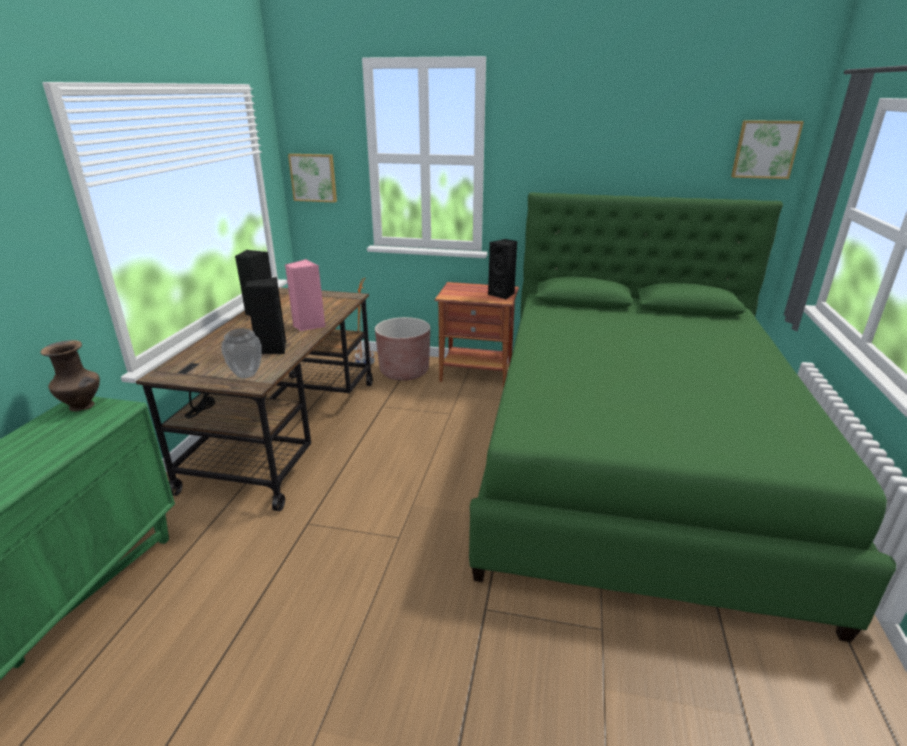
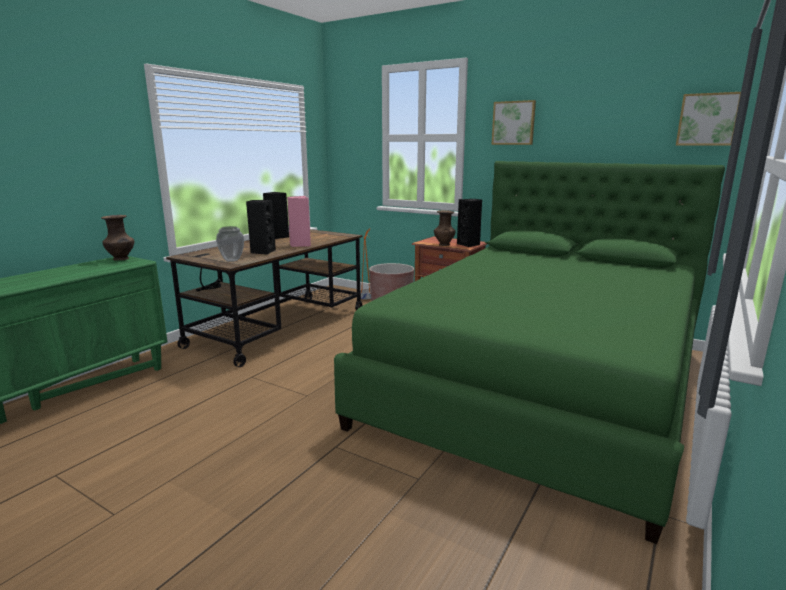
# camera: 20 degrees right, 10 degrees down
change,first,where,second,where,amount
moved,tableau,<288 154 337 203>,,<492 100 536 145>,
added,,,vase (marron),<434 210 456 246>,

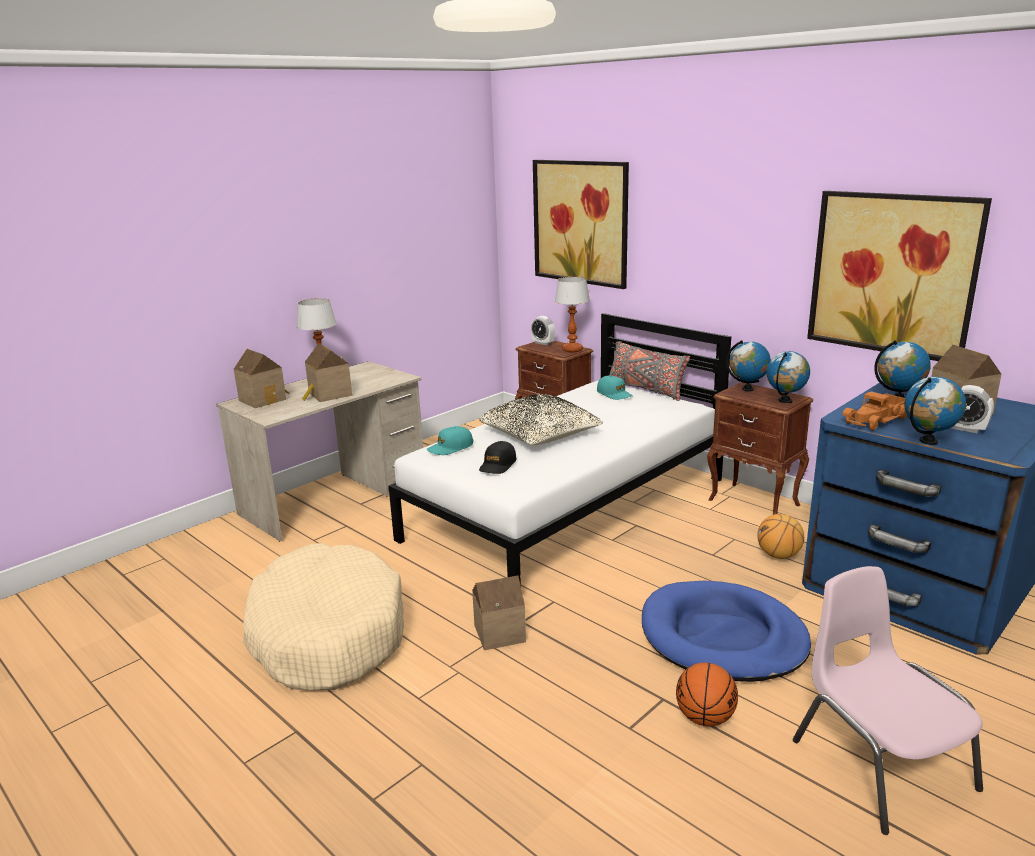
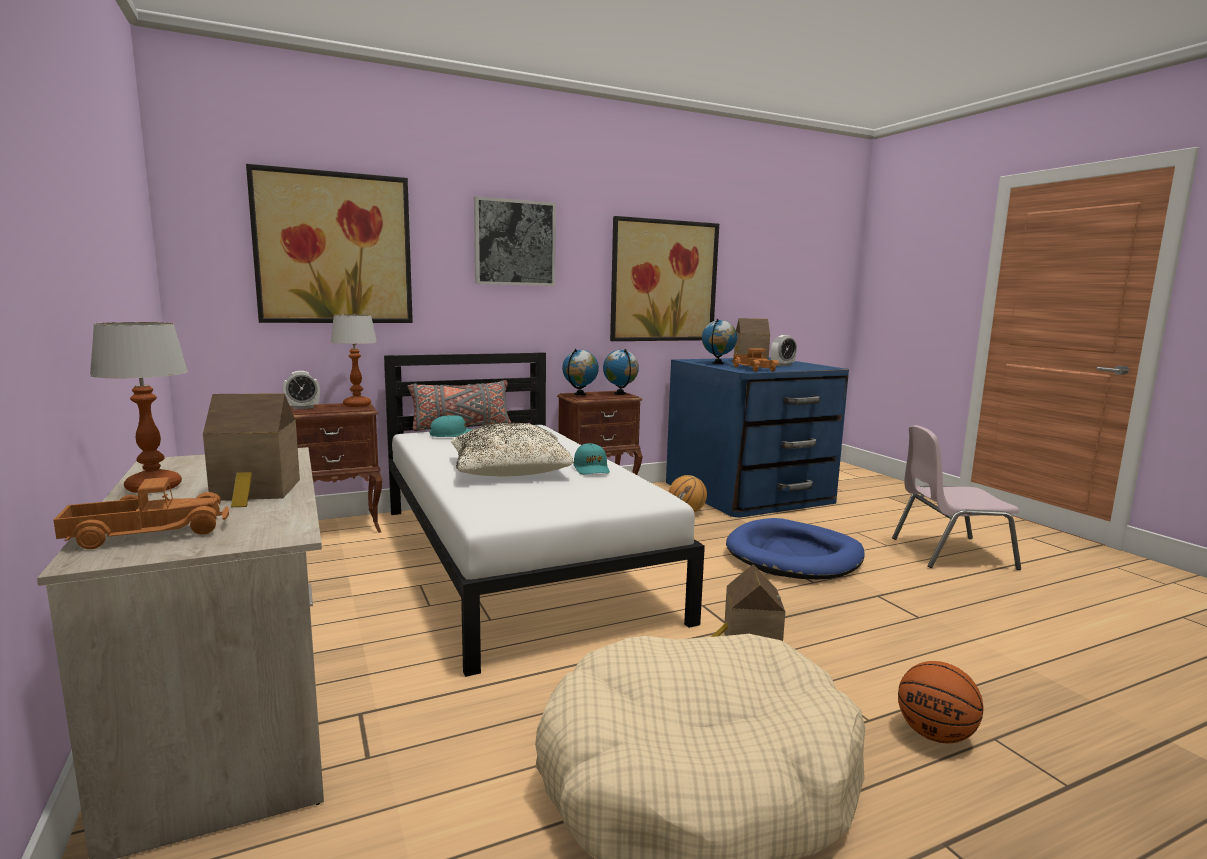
# camera: 70 degrees left, 10 degrees down
change,first,where,second,where,amount
replaced,maison miniature,<234 349 290 408>,camion jouet,<54 477 229 549>,
removed,globe,<904 377 966 445>,,,
moved,casquette (turquoise),<426 426 474 455>,,<573 443 610 474>,
removed,casquette (noir),<479 441 516 474>,,,
moved,ballon de basket,<676 663 738 726>,,<898 661 983 744>,
added,,,tableau,<474 196 556 286>,

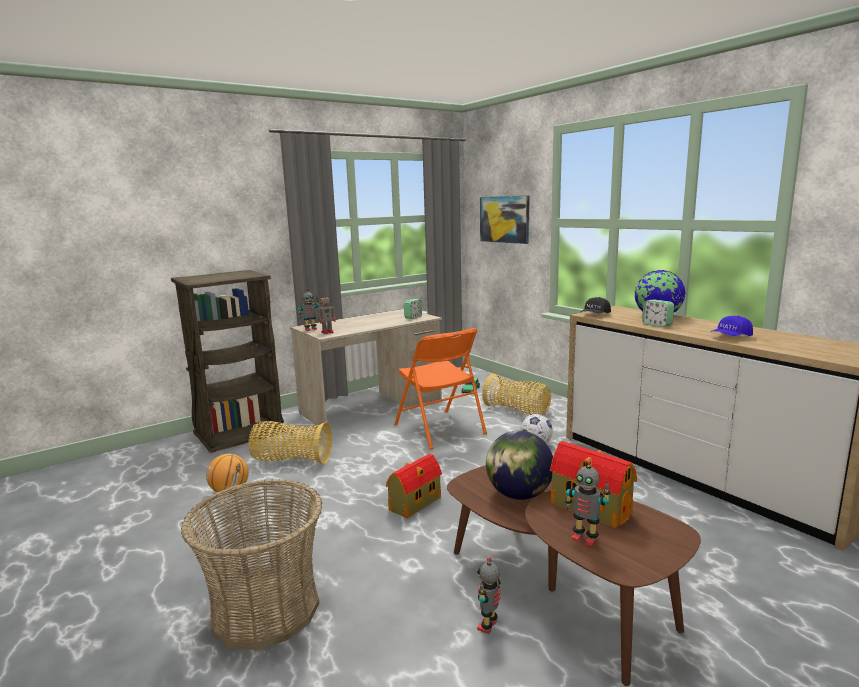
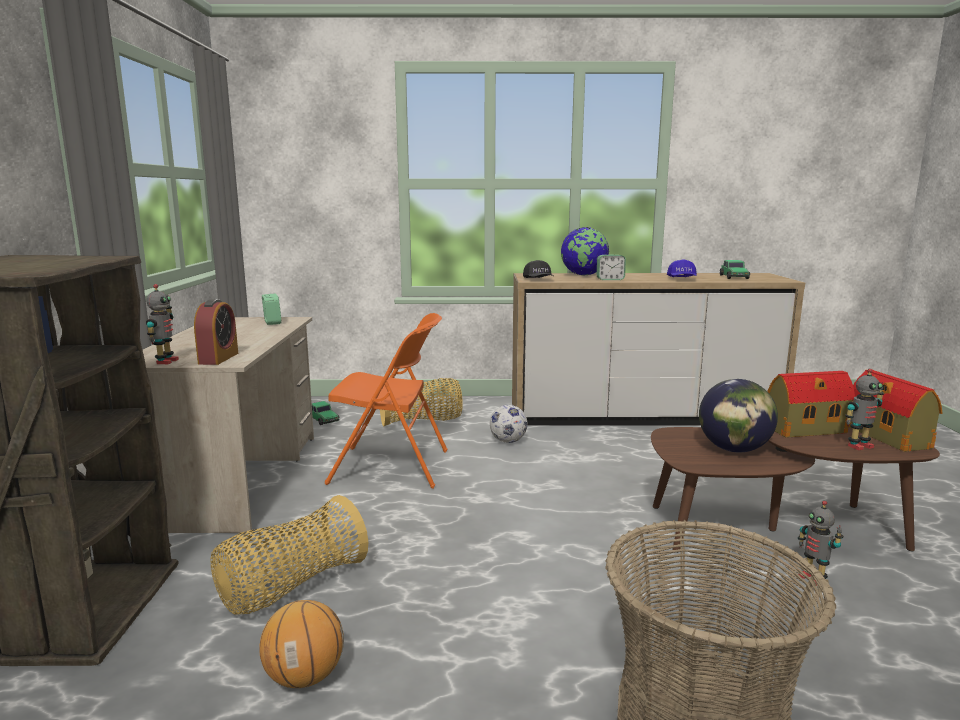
# camera: 55 degrees left, 0 degrees up
change,first,where,second,where,amount
removed,tableau,<480 195 529 244>,,,
replaced,robot jouet,<318 294 336 334>,réveil,<194 299 238 365>,
moved,maison miniature,<386 454 442 518>,,<849 370 943 452>,
added,,,petite voiture,<720 260 750 279>,

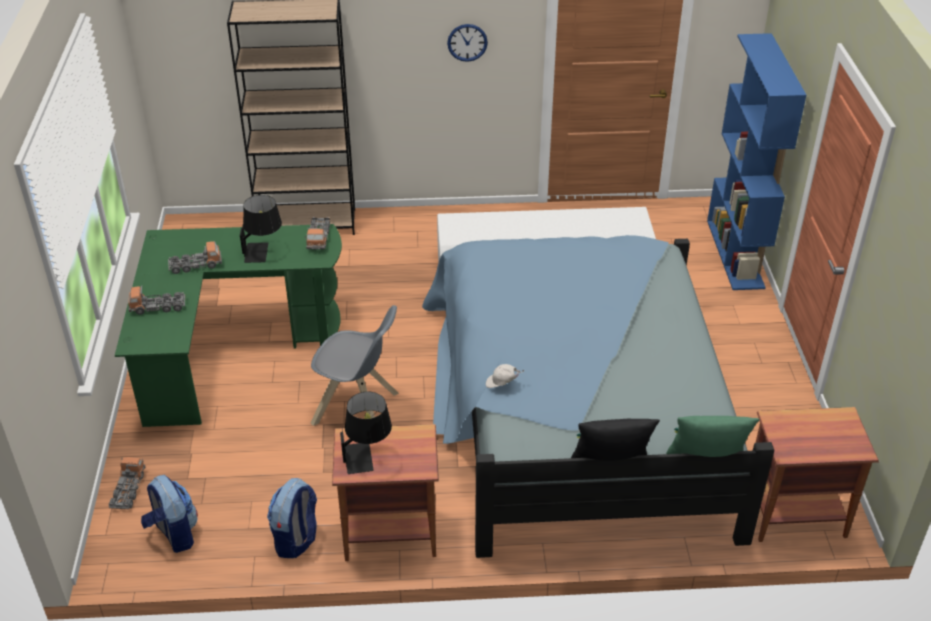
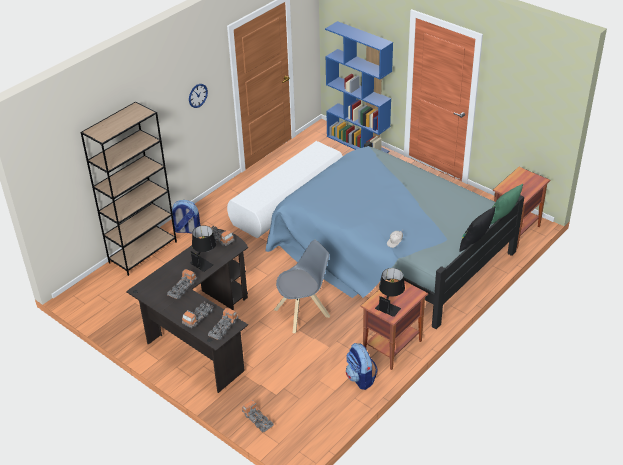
# camera: 45 degrees left, 0 degrees up
change,first,where,second,where,amount
recoloured,bureau (vert),<115 224 342 427>,bureau (noir),<126 229 248 393>,
moved,sac à dos,<141 475 198 553>,,<172 200 201 233>,
added,,,camion jouet,<208 308 238 340>,

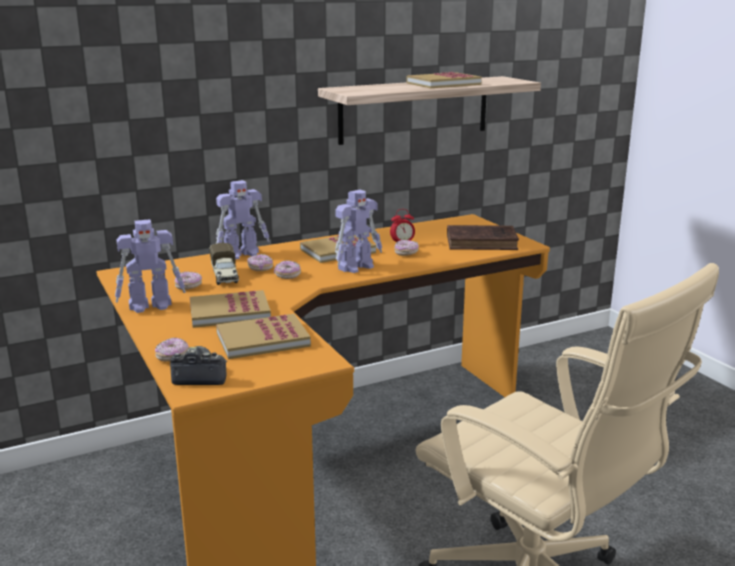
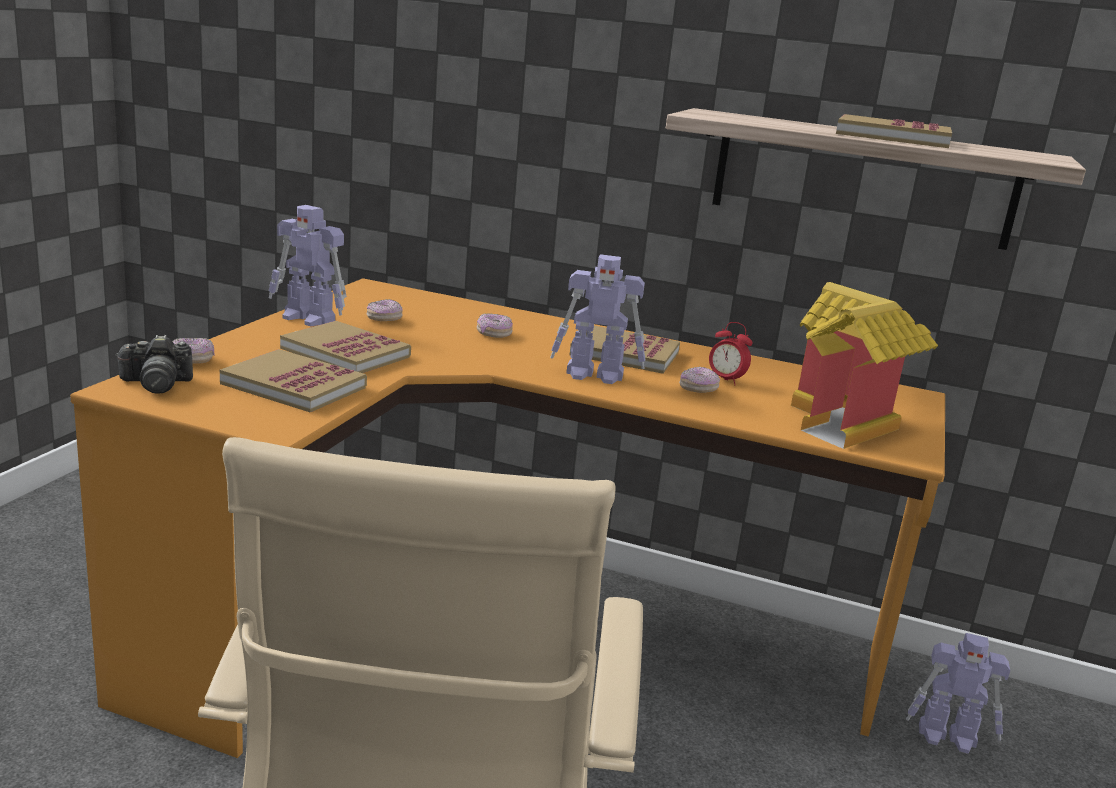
# camera: 45 degrees right, 0 degrees up
change,first,where,second,where,amount
moved,robot jouet,<216 180 270 260>,,<906 633 1010 754>,
replaced,livre (marron),<447 225 519 250>,maison miniature,<791 282 938 449>,
removed,camion jouet,<210 243 239 285>,,,
removed,beignet,<274 260 301 279>,,,
turned,appareil photo,<170 346 227 385>,,<115 335 193 394>,120 degrees clockwise

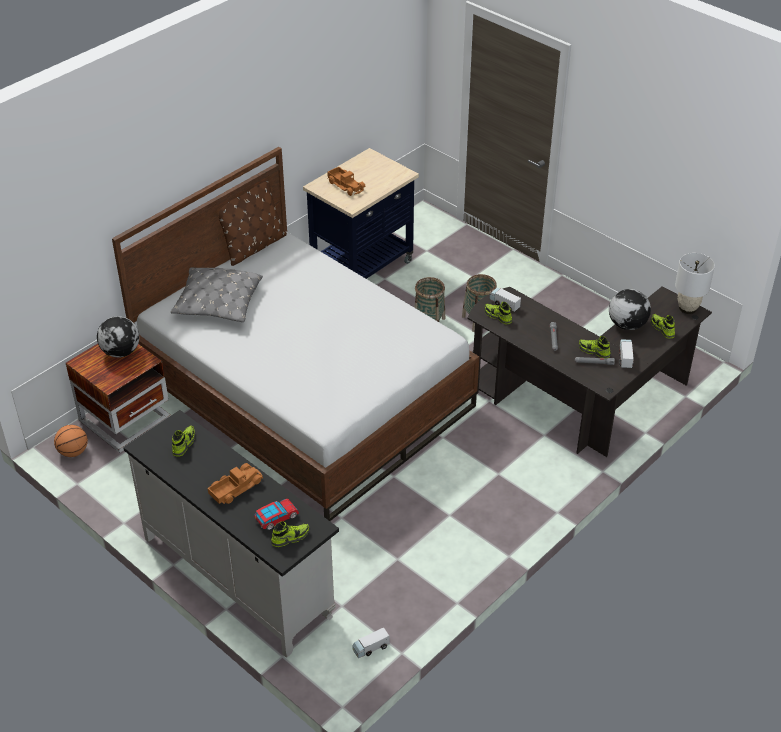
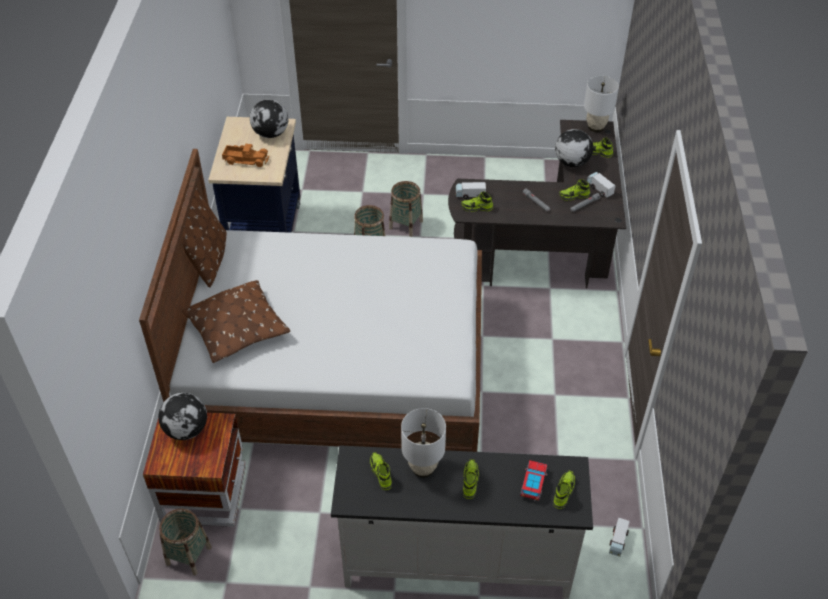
# camera: 40 degrees left, 5 degrees up
change,first,where,second,where,amount
recoloured,coussin (gris),<171 268 263 322>,coussin (marron),<182 280 290 363>,
replaced,ballon de basket,<54 425 88 457>,panier,<159 509 212 575>,
replaced,camion jouet,<208 463 263 504>,chaussure,<463 459 479 499>,
added,,,globe,<250 100 289 138>,
added,,,lampe de table (blanc),<401 408 446 478>,

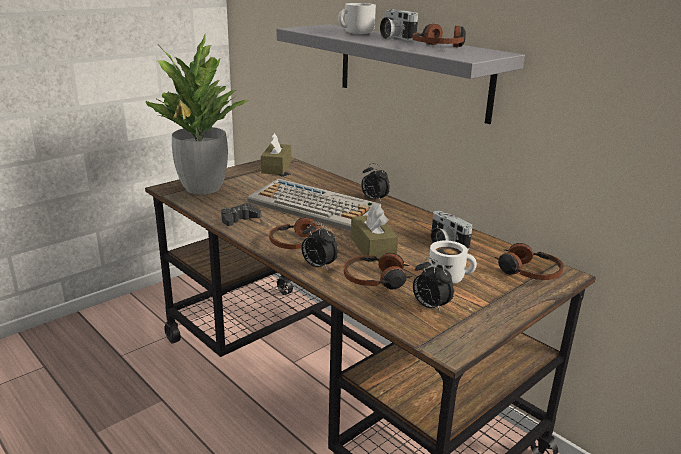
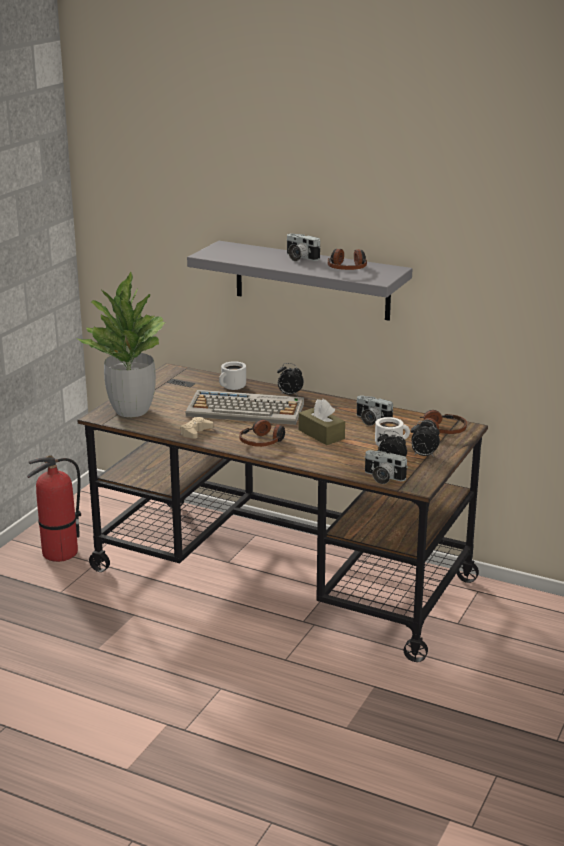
# camera: 20 degrees left, 0 degrees up
change,first,where,second,where,amount
moved,mug (blanc),<338 3 376 34>,,<219 361 246 390>,
removed,boîte à mouchoirs (marron),<261 133 291 175>,,,
recoloured,manette (noir),<221 204 261 226>,manette (beige),<181 417 213 439>,
moved,réveil,<301 222 338 271>,,<411 421 440 457>,
removed,casque audio,<344 253 412 289>,,,
added,,,appareil photo,<364 450 408 484>,
added,,,extincteur,<27 455 81 562>,

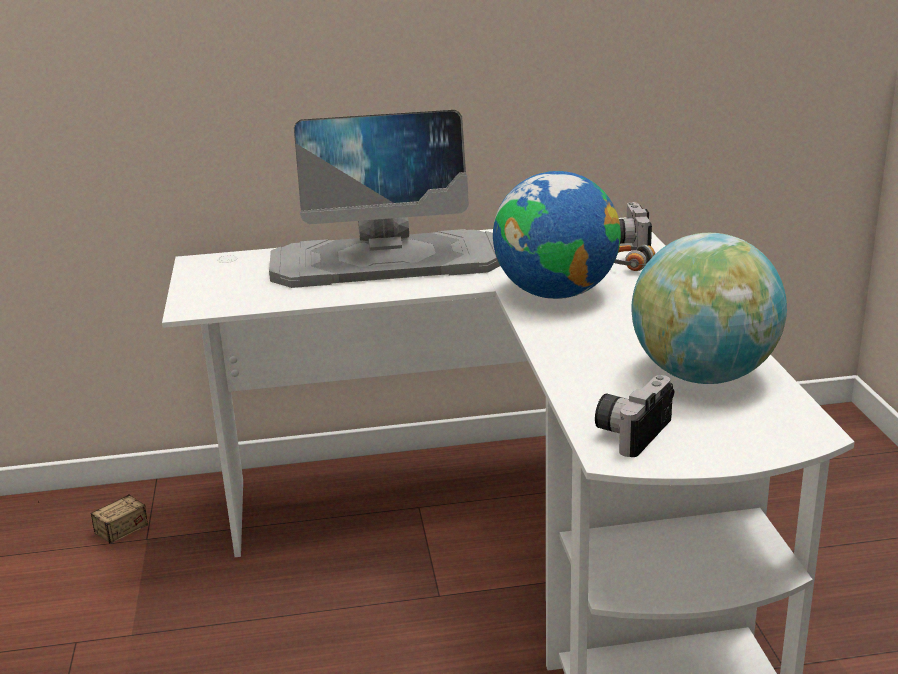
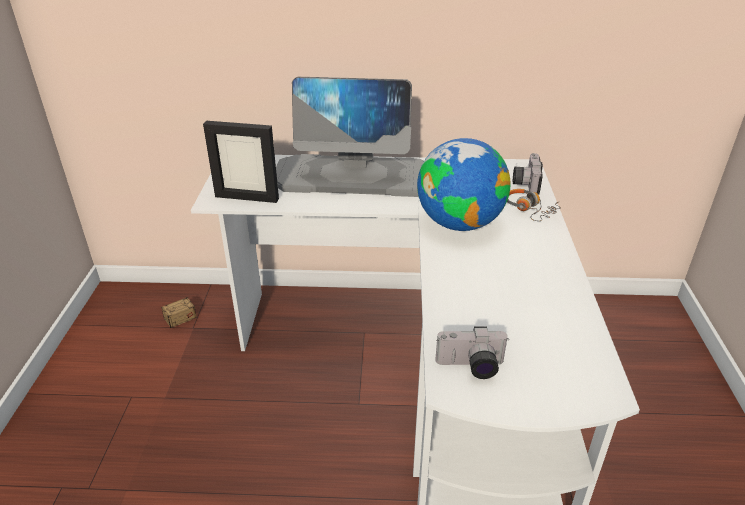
# camera: 10 degrees right, 10 degrees up
change,first,where,second,where,amount
removed,globe,<631 233 787 384>,,,
turned,appareil photo,<595 375 674 457>,,<435 326 508 379>,135 degrees counterclockwise
added,,,cadre photo,<203 121 279 203>,

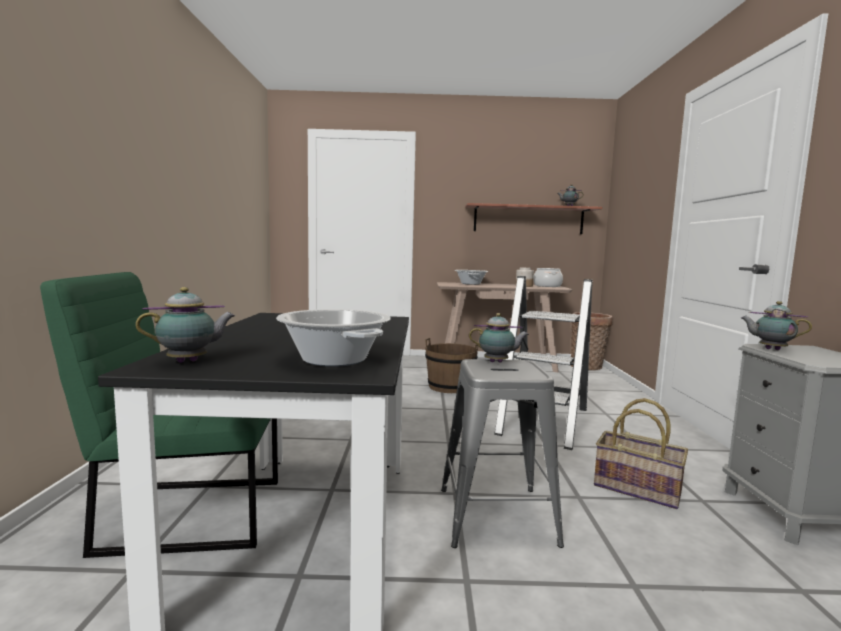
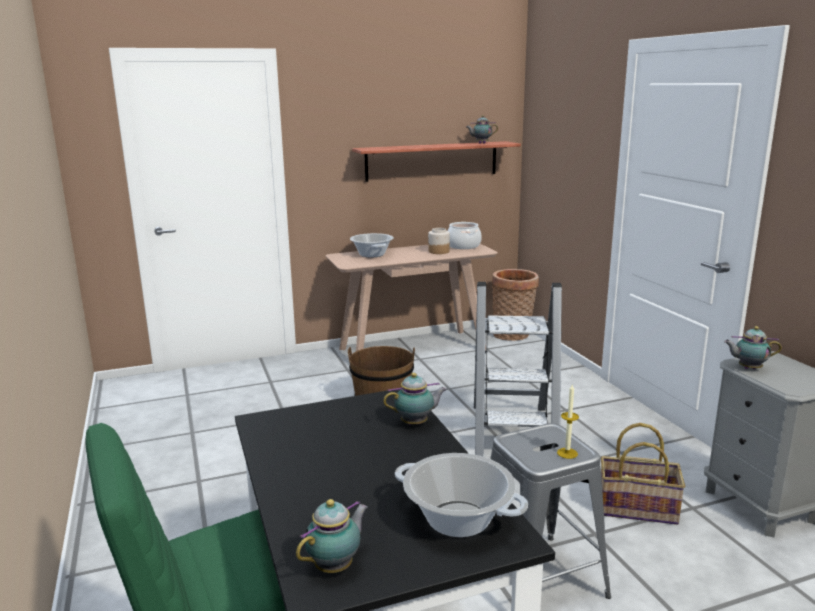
# camera: 20 degrees left, 10 degrees up
change,first,where,second,where,amount
moved,théière,<469 313 529 363>,,<383 373 447 425>,
added,,,bougie,<557 385 579 459>,

